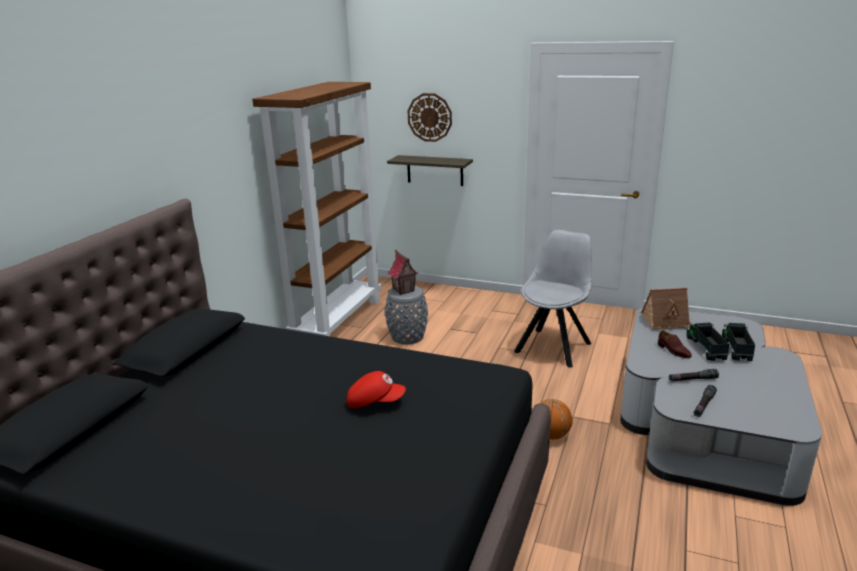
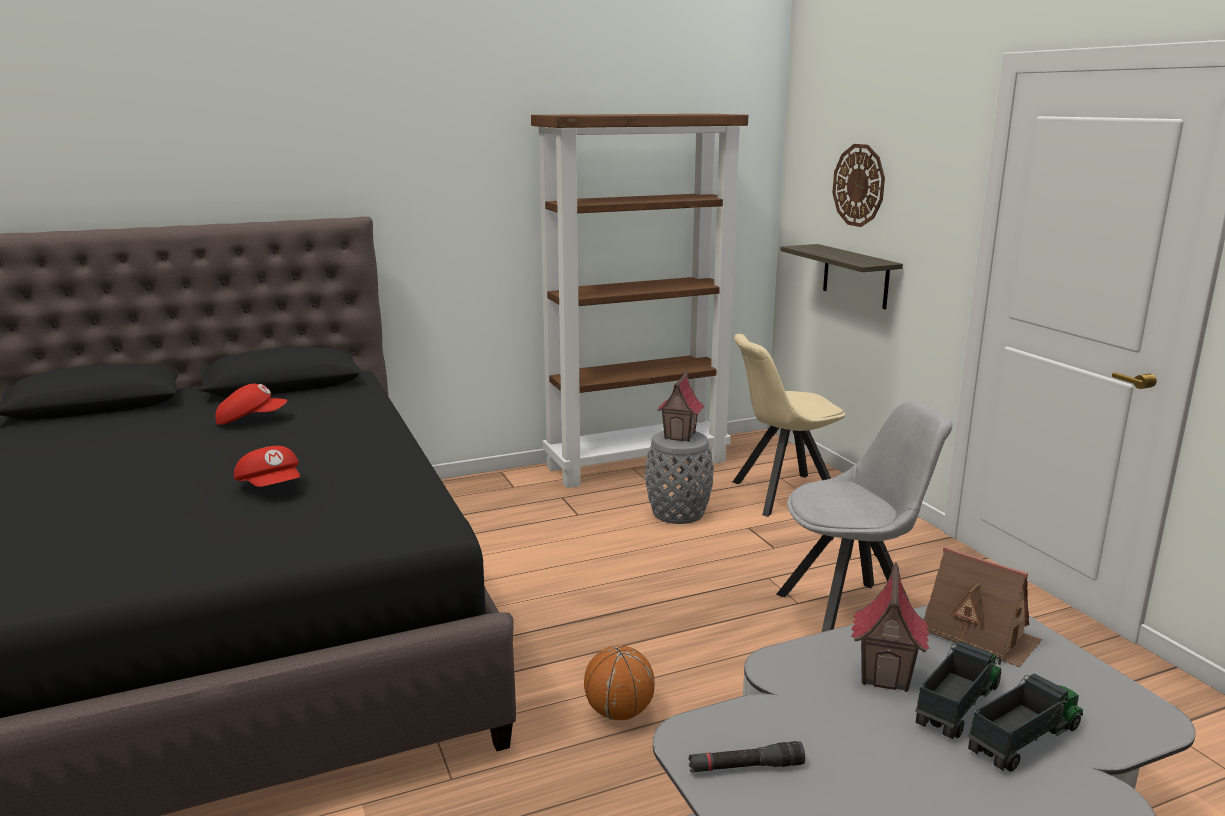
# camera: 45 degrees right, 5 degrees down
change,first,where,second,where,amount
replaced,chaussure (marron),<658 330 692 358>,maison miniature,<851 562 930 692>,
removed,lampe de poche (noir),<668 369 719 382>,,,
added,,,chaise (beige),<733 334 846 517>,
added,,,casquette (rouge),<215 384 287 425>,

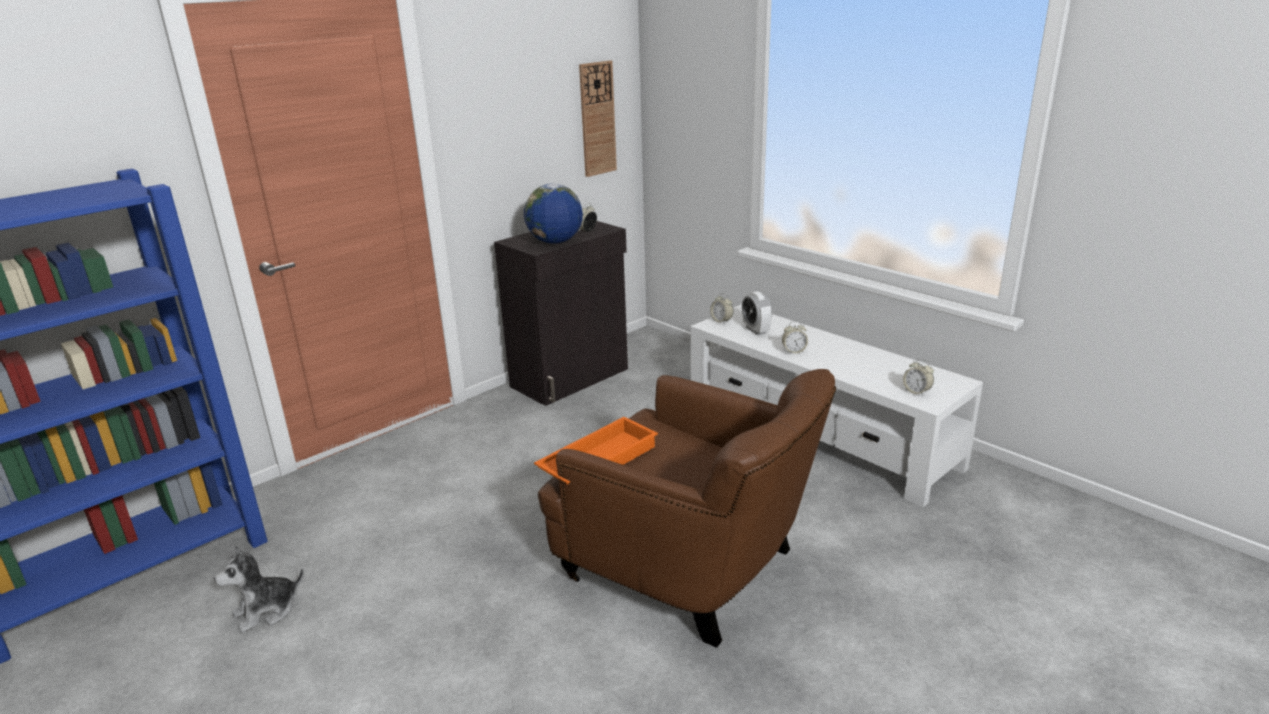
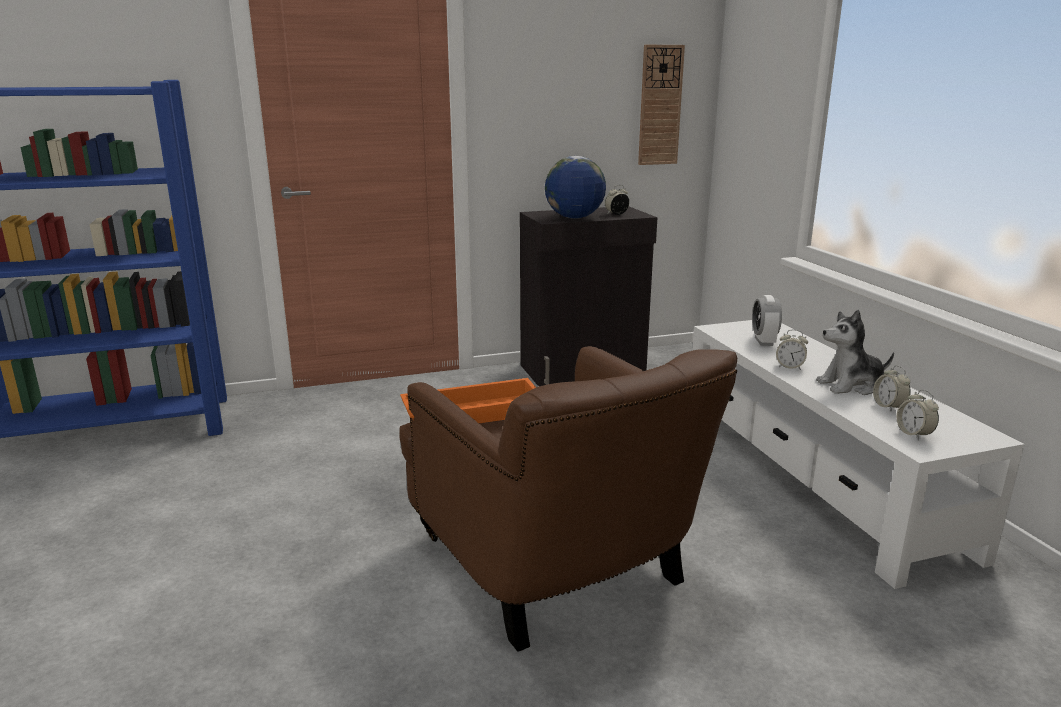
# camera: 25 degrees right, 5 degrees down
change,first,where,second,where,amount
moved,réveil,<710 293 733 323>,,<873 365 911 412>,
moved,peluche,<214 546 304 633>,,<816 310 894 395>,

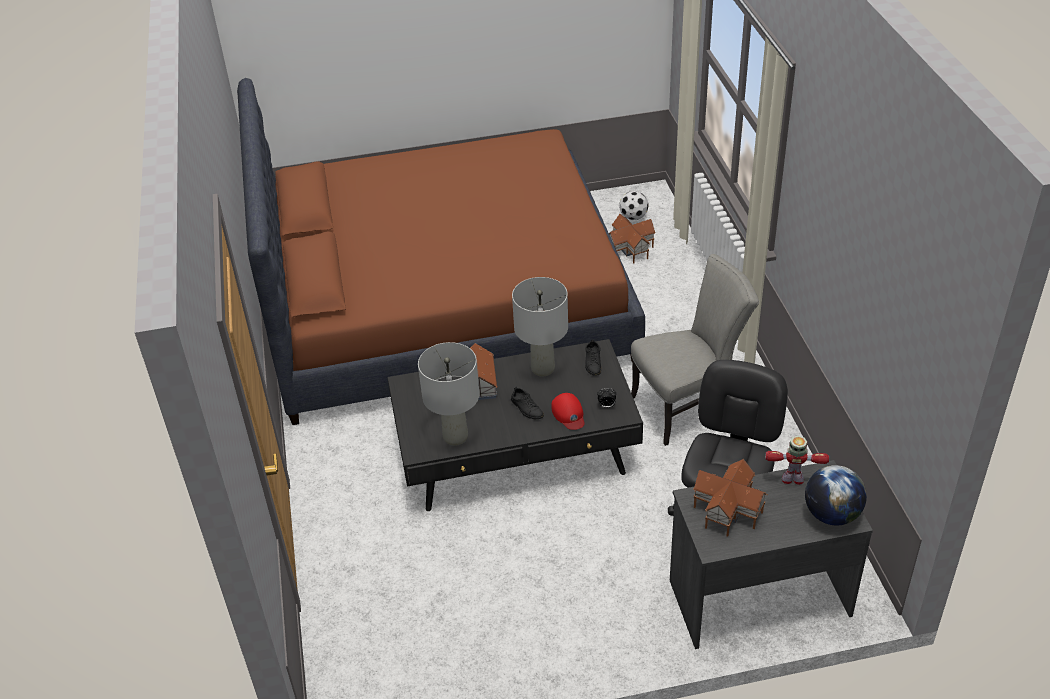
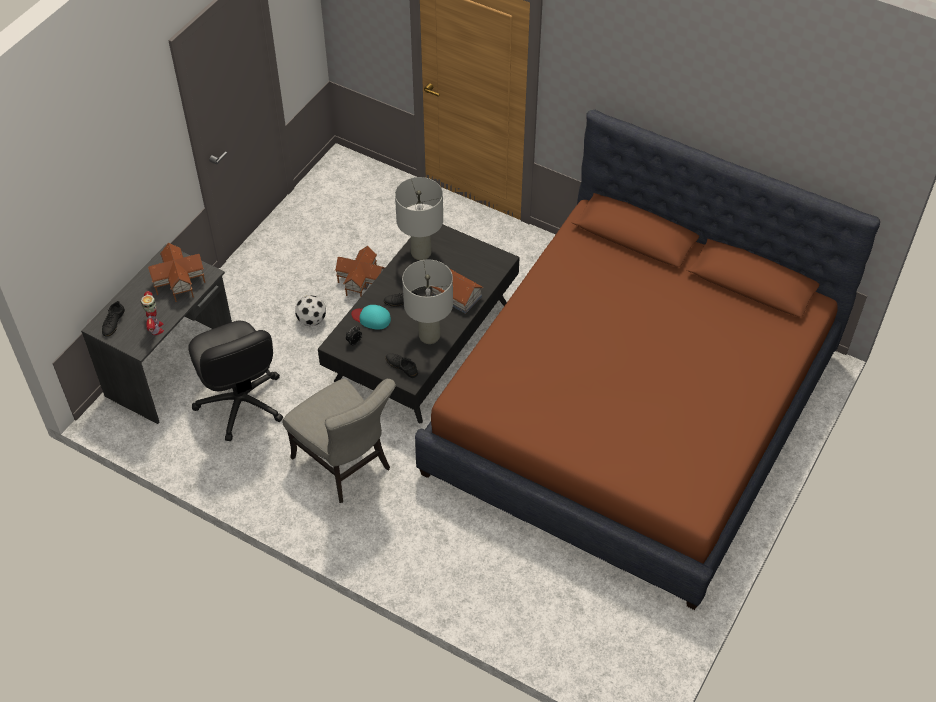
# camera: 130 degrees right, 10 degrees up
change,first,where,second,where,amount
moved,ballon de foot,<619 191 648 220>,,<295 295 326 326>,
moved,maison miniature,<609 214 656 264>,,<335 246 385 297>,
turned,chaise (gris),<631 254 760 446>,,<282 378 396 503>,60 degrees counterclockwise
recoloured,casquette (rouge),<551 393 585 430>,casquette (turquoise),<351 305 391 330>,
turned,robot jouet,<765 436 829 485>,,<141 291 164 335>,60 degrees counterclockwise
replaced,globe,<805 465 867 526>,chaussure (noir),<102 301 125 337>,

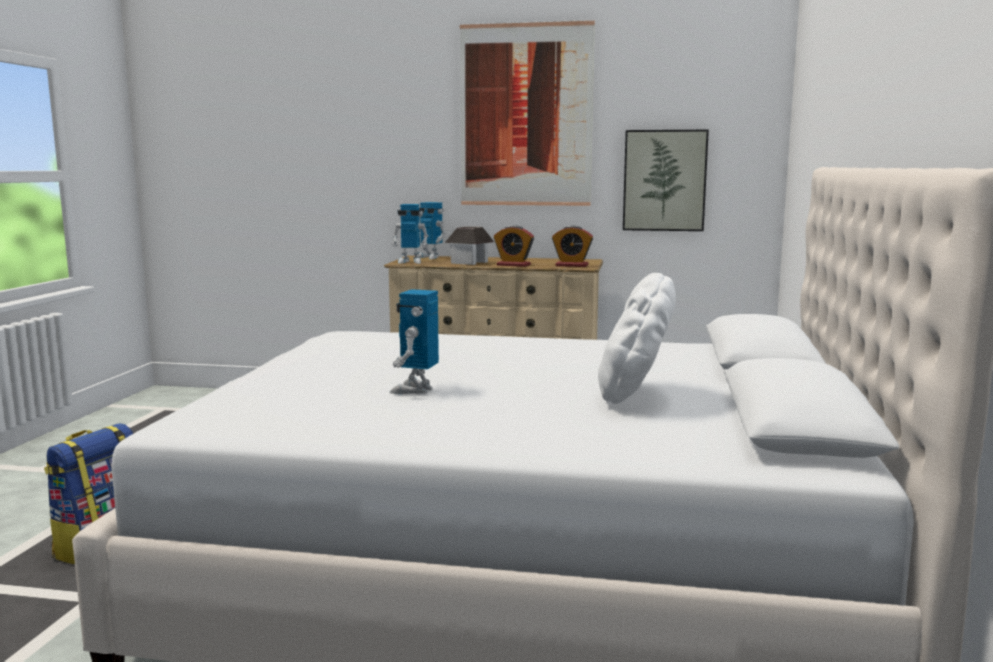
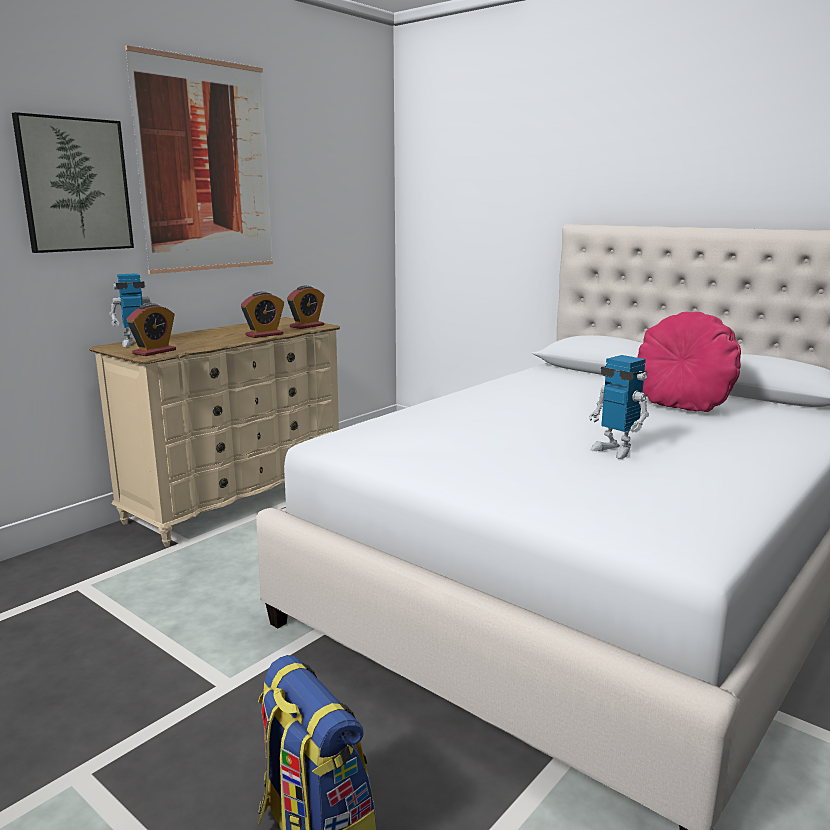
# camera: 60 degrees left, 5 degrees up
change,first,where,second,where,amount
moved,tableau,<623 130 709 231>,,<12 112 134 253>,
replaced,robot jouet,<392 204 428 264>,réveil,<127 303 176 356>,
removed,maison miniature,<445 226 494 265>,,,
recoloured,coussin (blanc),<598 273 676 404>,coussin (rose),<637 312 741 412>,

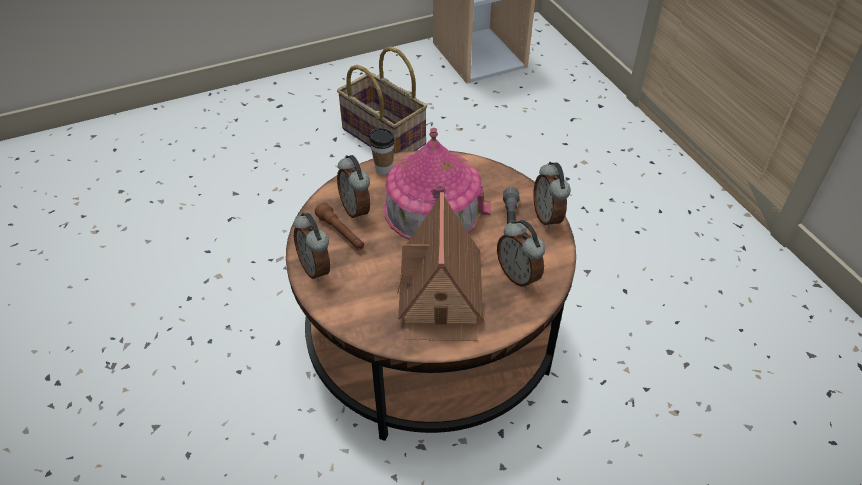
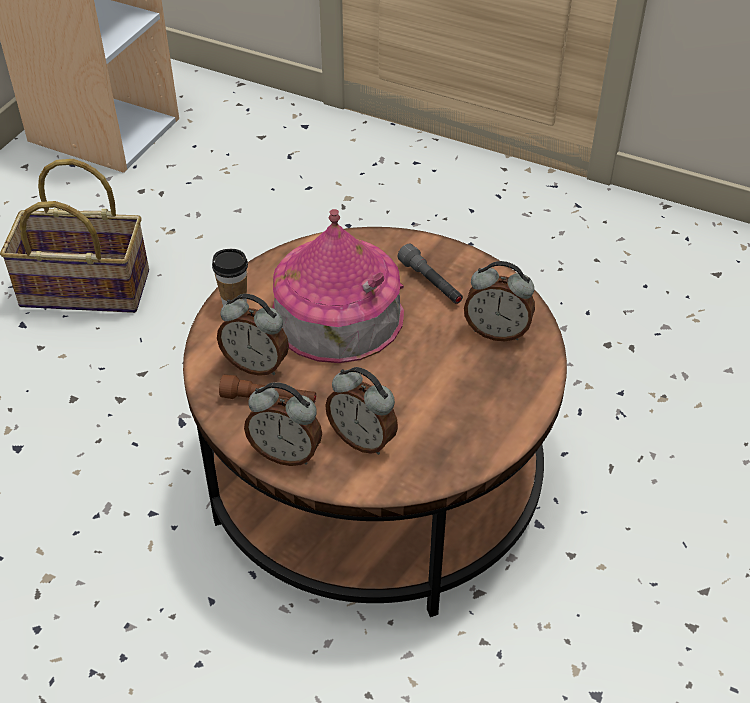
# camera: 40 degrees left, 0 degrees up
change,first,where,second,where,amount
moved,réveil,<533 162 571 229>,,<325 367 398 455>,
removed,maison miniature,<397 192 483 341>,,,

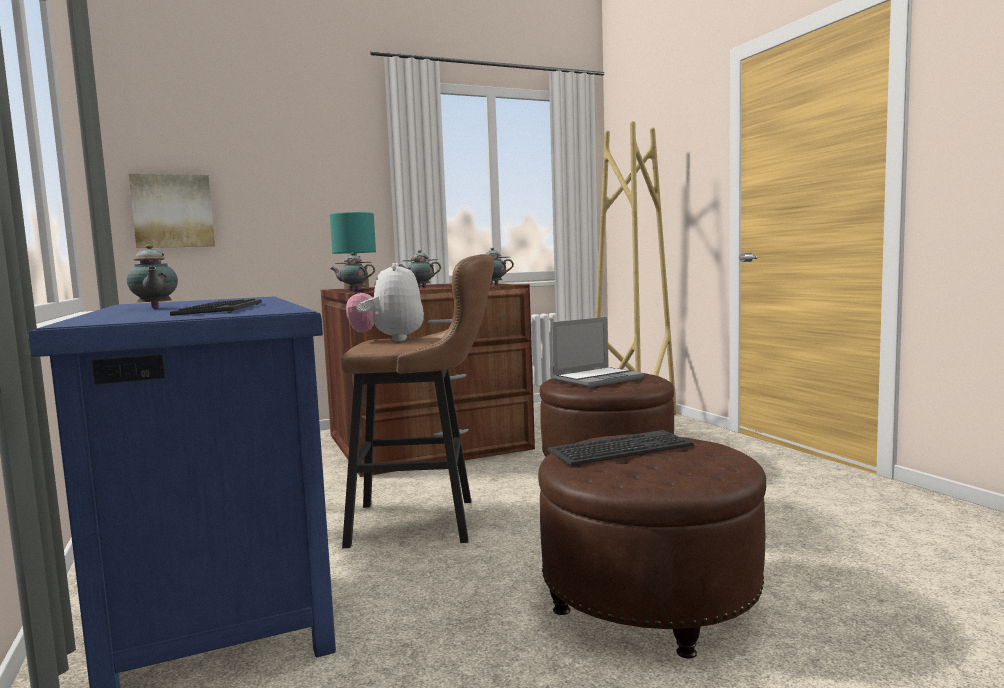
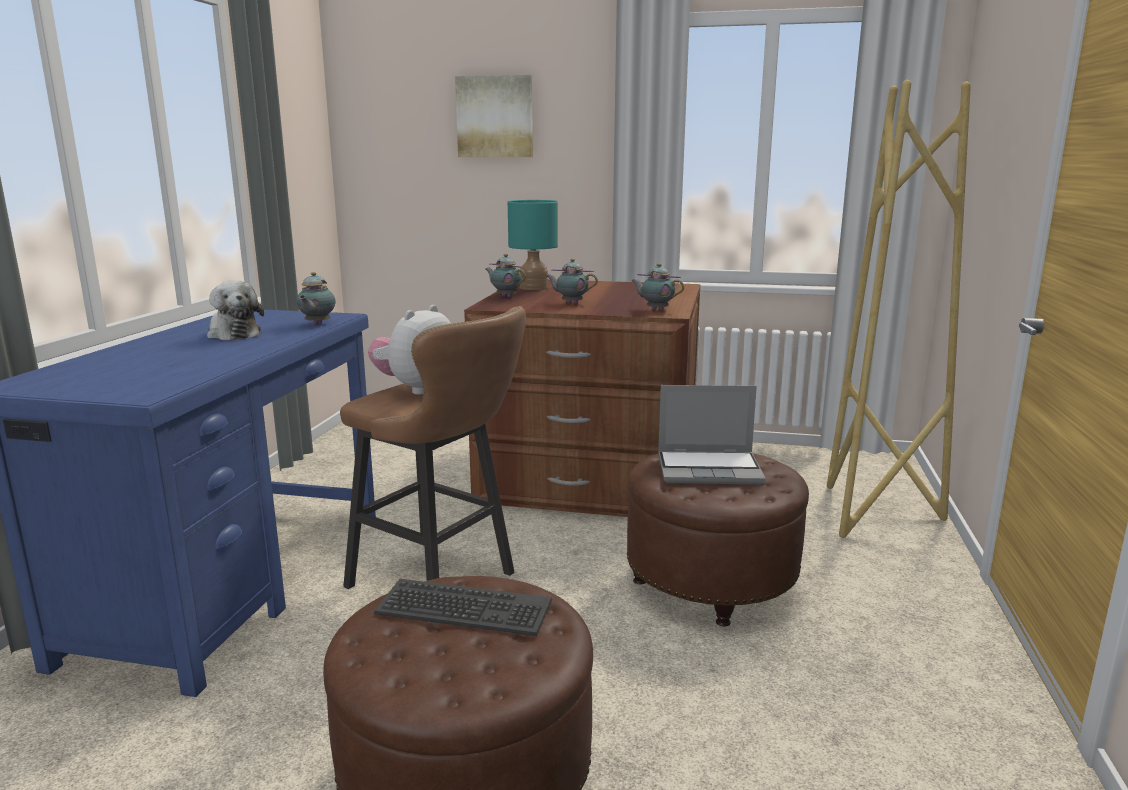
# camera: 35 degrees right, 10 degrees up
change,first,where,second,where,amount
moved,tableau,<129 174 215 248>,,<455 75 533 157>,
moved,théière,<127 244 178 309>,,<297 272 335 325>,
removed,clavier,<170 299 262 316>,,,
added,,,peluche,<207 281 264 340>,

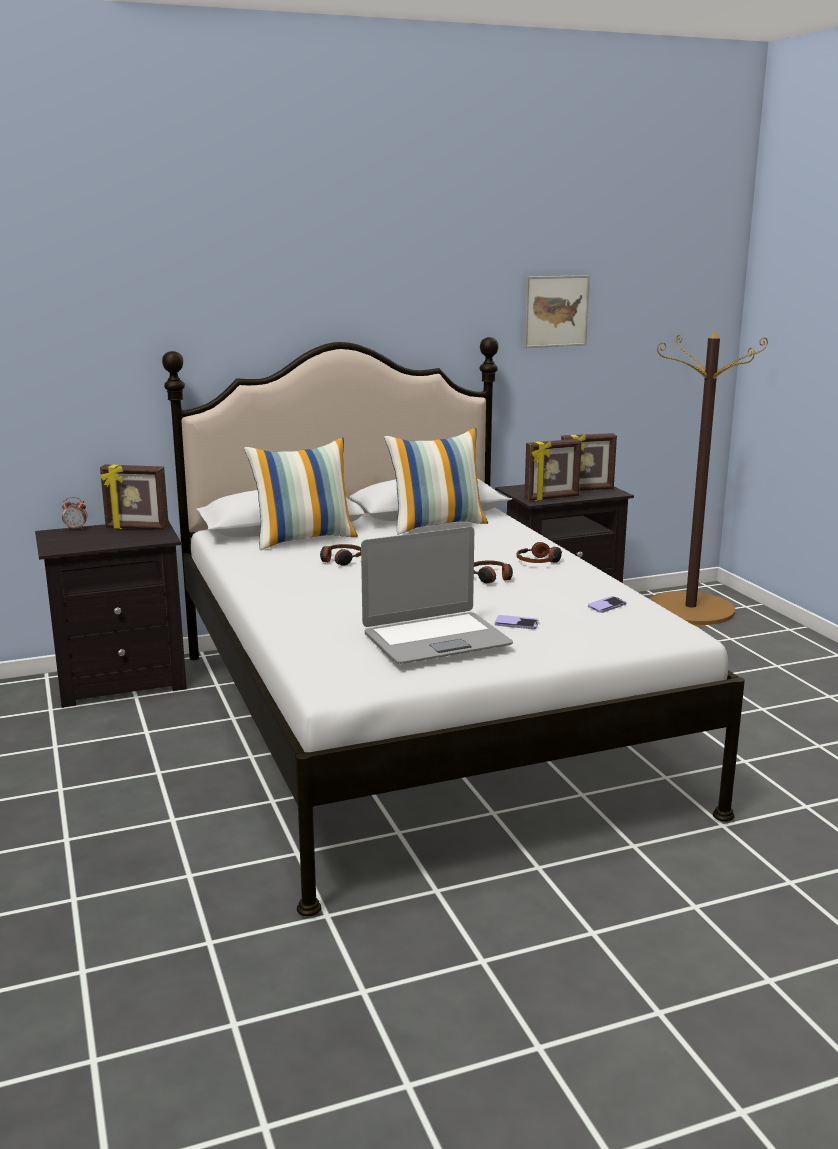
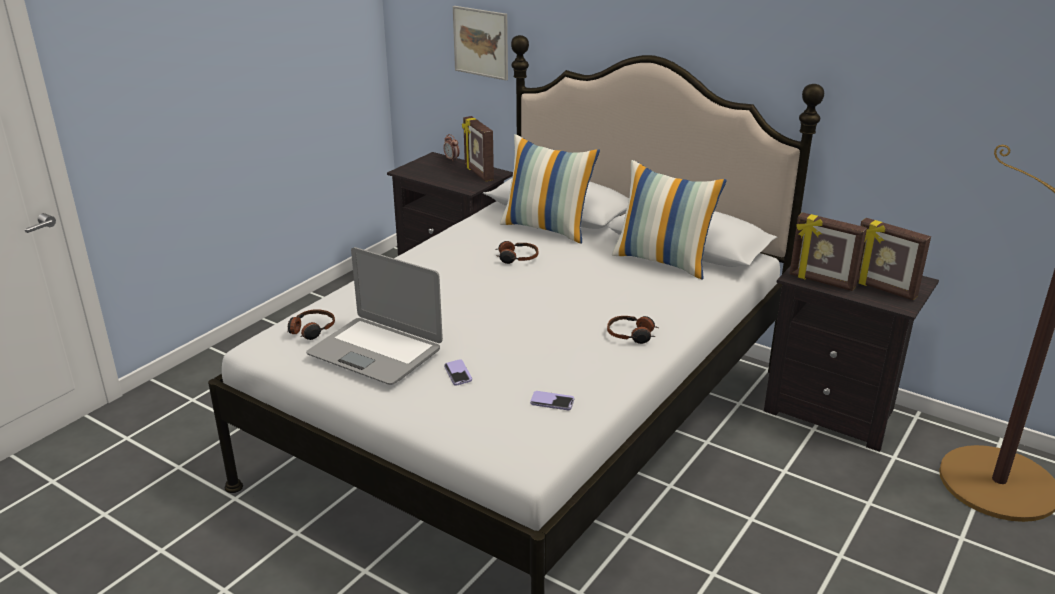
# camera: 55 degrees right, 10 degrees up
change,first,where,second,where,amount
moved,tableau,<524 275 590 348>,,<453 6 508 80>,
moved,casque audio,<474 560 513 583>,,<287 309 335 340>,

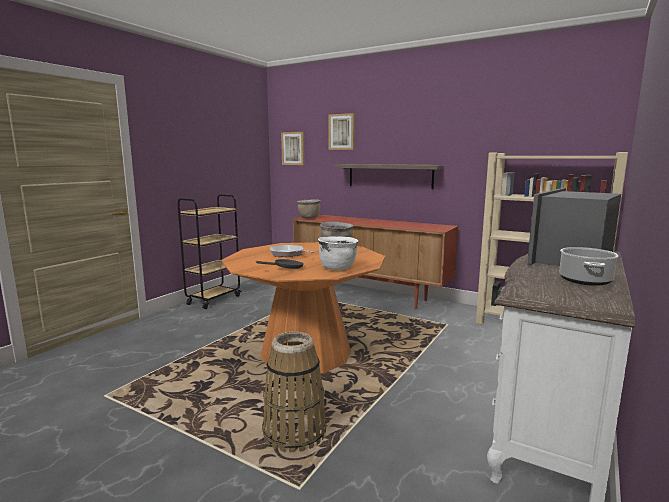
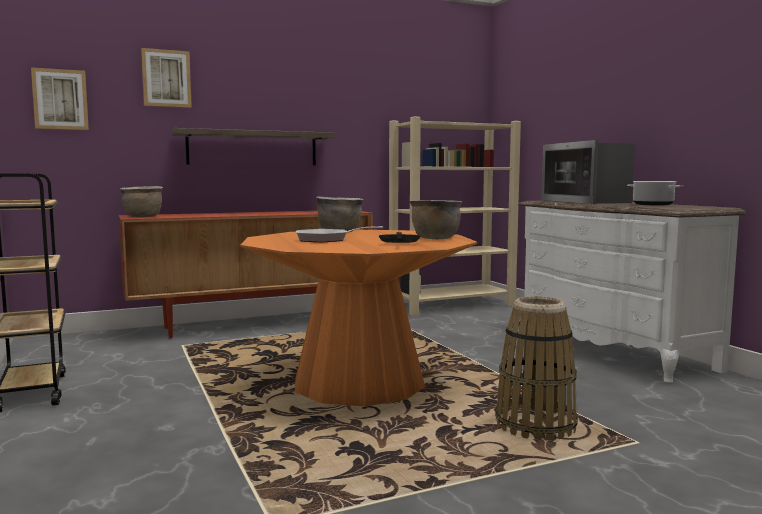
# camera: 55 degrees left, 5 degrees down
change,first,where,second,where,amount
recoloured,marmite (blanc),<318 236 358 270>,marmite (marron),<409 200 462 239>,

